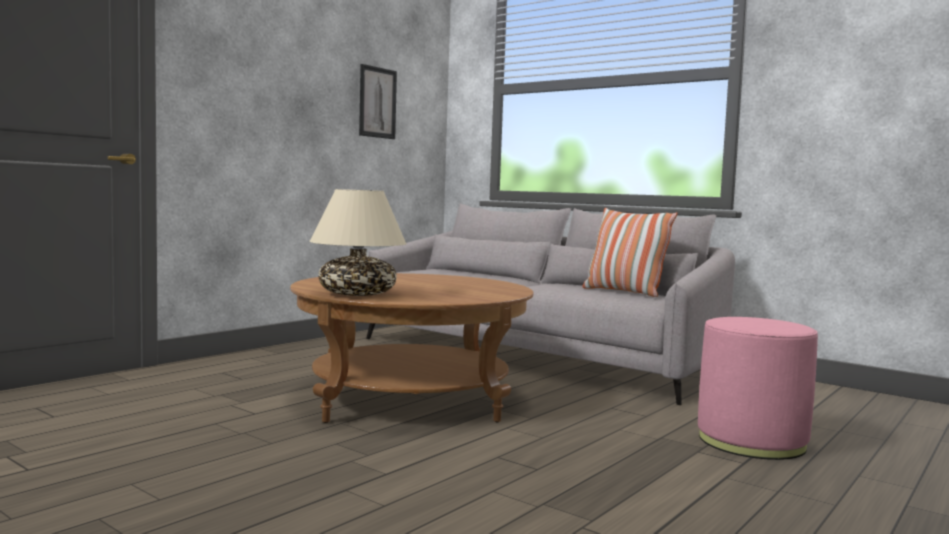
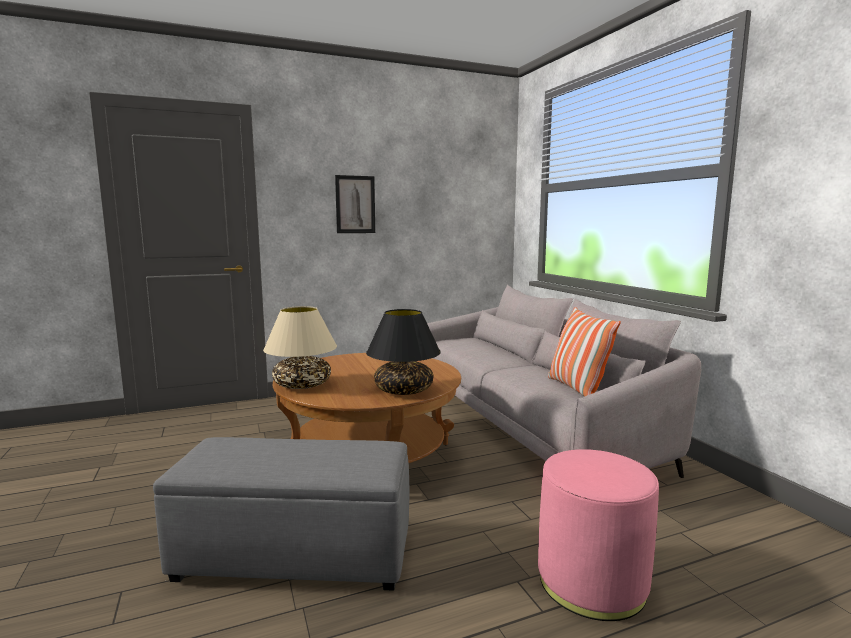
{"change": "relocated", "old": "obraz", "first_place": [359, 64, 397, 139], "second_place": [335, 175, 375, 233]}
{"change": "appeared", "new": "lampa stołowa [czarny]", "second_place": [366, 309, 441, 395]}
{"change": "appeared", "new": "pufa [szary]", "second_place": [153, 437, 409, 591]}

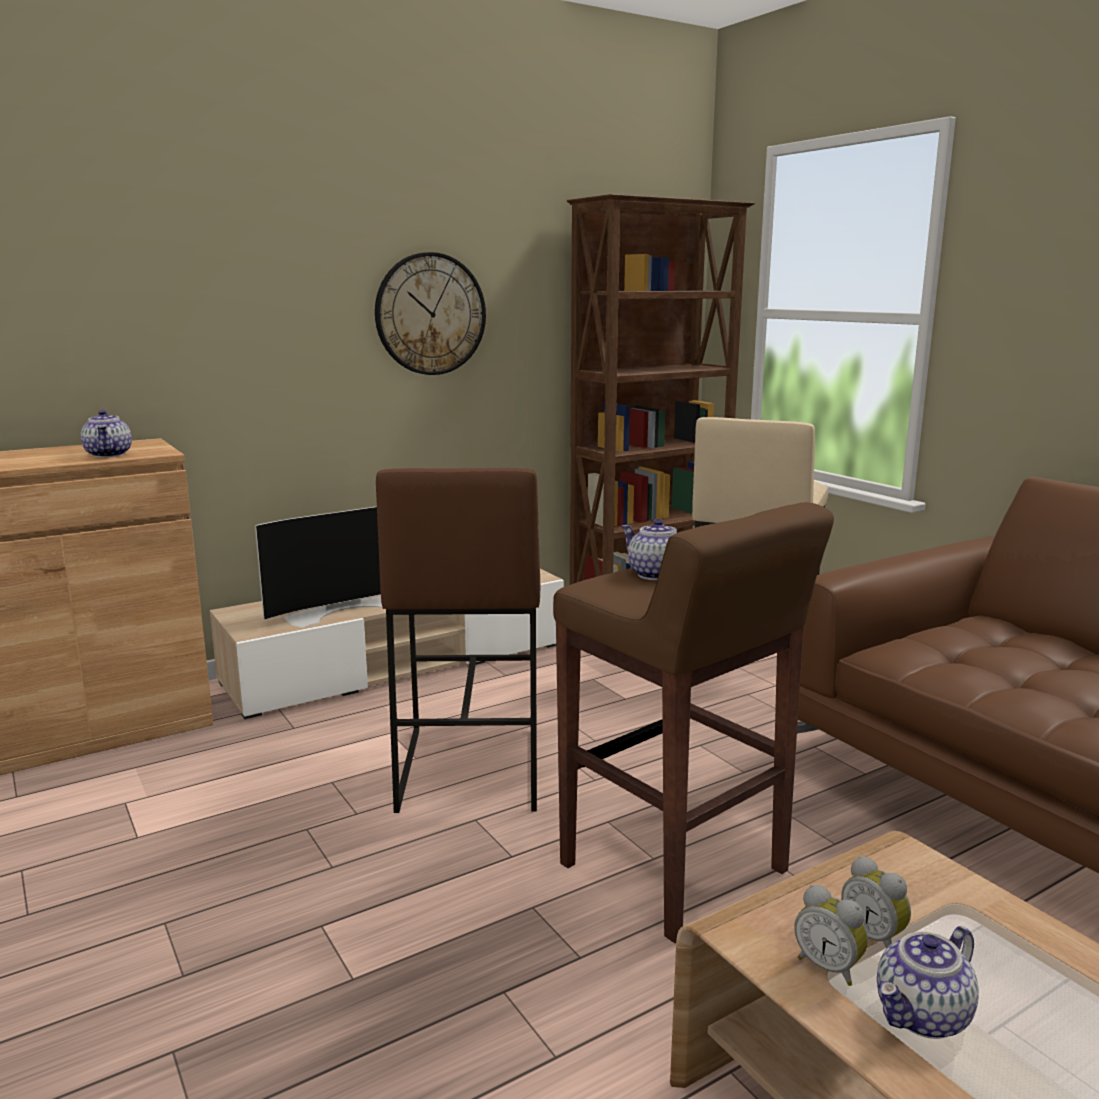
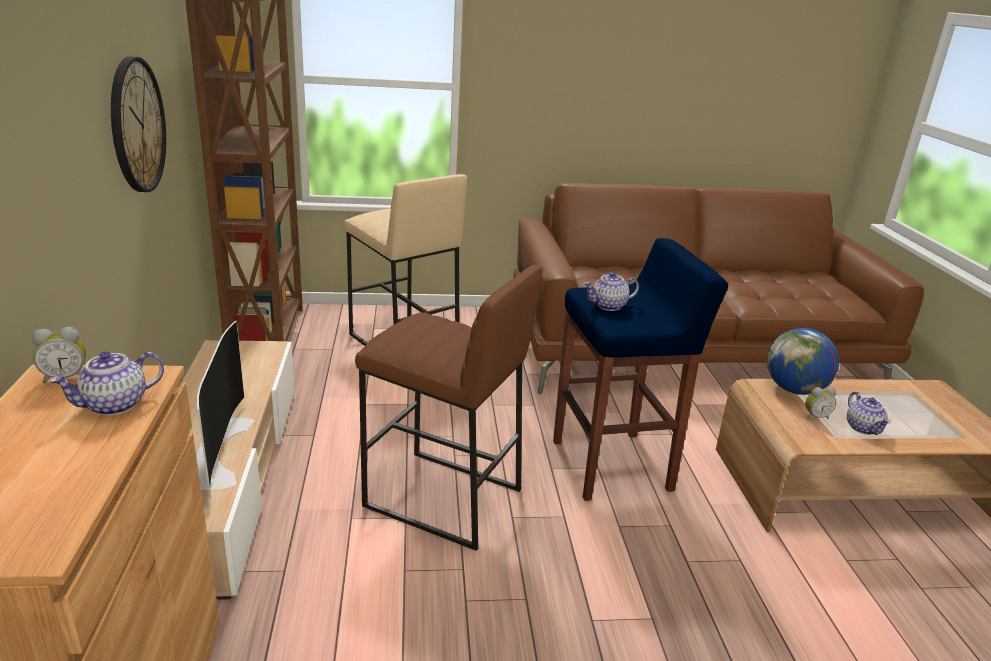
{"change": "spun", "old": "imbryk", "first_place": [81, 410, 132, 457], "second_place": [50, 351, 164, 416], "degrees": 135}
{"change": "colour", "old": "stołek [brązowy]", "new": "stołek [niebieski]", "first_place": [553, 502, 834, 943], "second_place": [553, 238, 728, 501]}
{"change": "relocated", "old": "budzik", "first_place": [794, 885, 868, 986], "second_place": [32, 327, 86, 384]}
{"change": "appeared", "new": "globus", "second_place": [767, 328, 839, 395]}

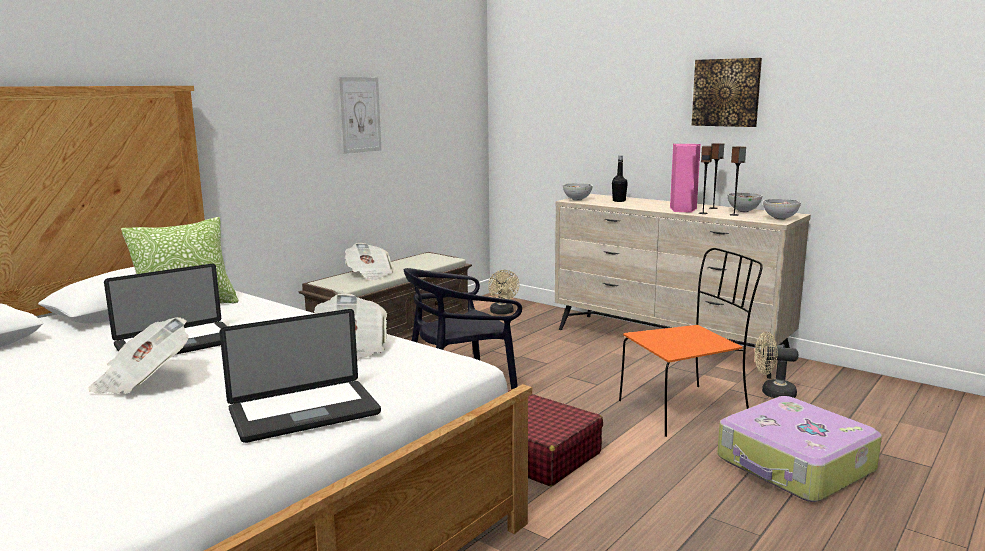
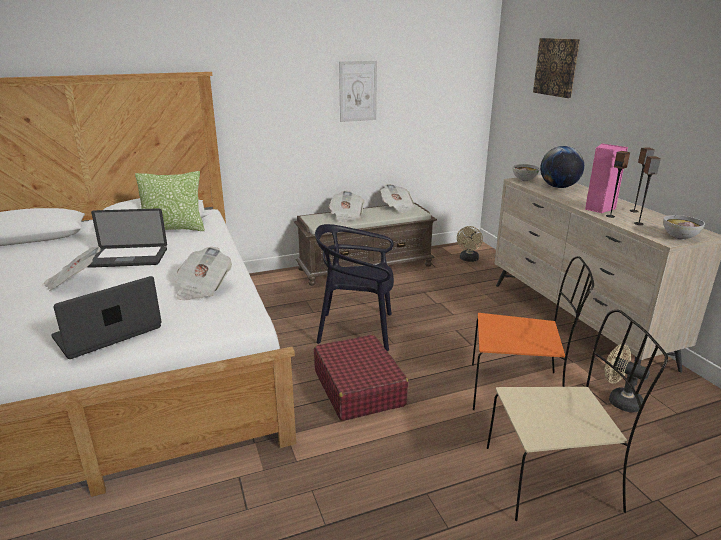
{"change": "relocated", "old": "obraz", "first_place": [692, 58, 762, 127], "second_place": [533, 38, 580, 98]}
{"change": "exchanged", "old": "butelka [czarny]", "new": "globus", "first_place": [612, 156, 628, 202], "second_place": [540, 146, 584, 188]}
{"change": "missing", "old": "miska", "first_place": [728, 193, 762, 212]}
{"change": "spun", "old": "laptop", "first_place": [220, 309, 381, 443], "second_place": [51, 276, 161, 359], "degrees": 135}
{"change": "exchanged", "old": "walizka", "new": "krzesło [beżowy]", "first_place": [717, 396, 882, 502], "second_place": [487, 310, 668, 521]}
{"change": "appeared", "new": "gazeta", "second_place": [381, 184, 415, 213]}

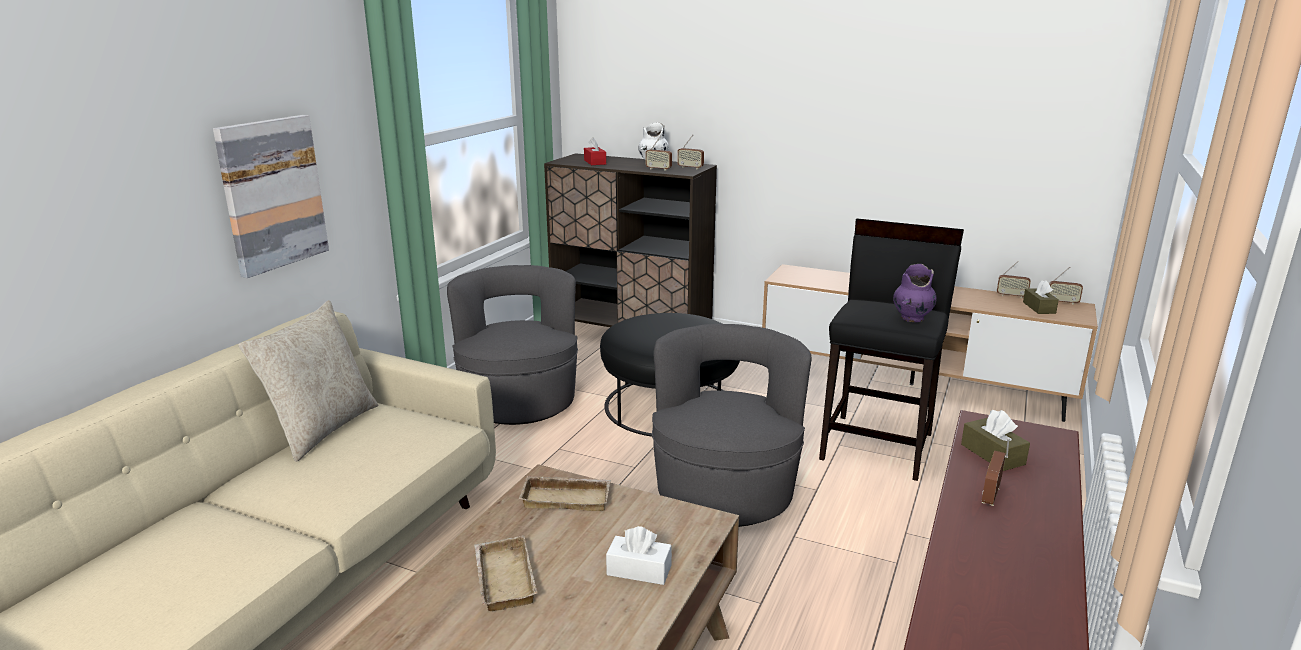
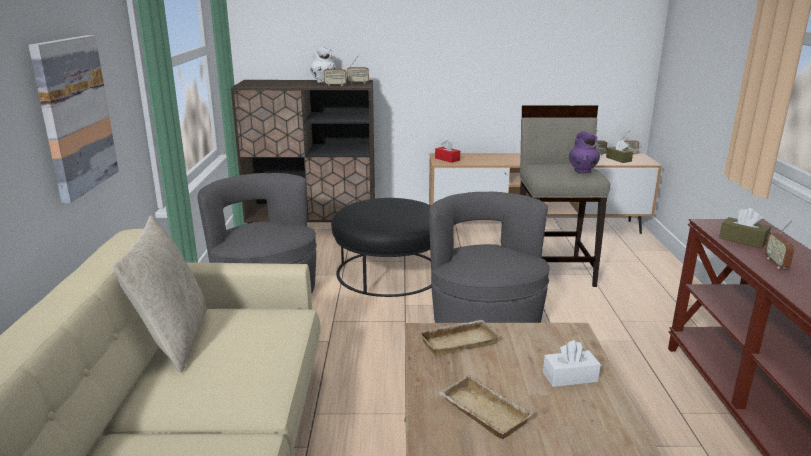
{"change": "relocated", "old": "pudełko chusteczek [czerwony]", "first_place": [584, 137, 606, 165], "second_place": [435, 140, 460, 163]}
{"change": "colour", "old": "stołek [czarny]", "new": "stołek [beżowy]", "first_place": [819, 218, 964, 481], "second_place": [520, 105, 610, 287]}

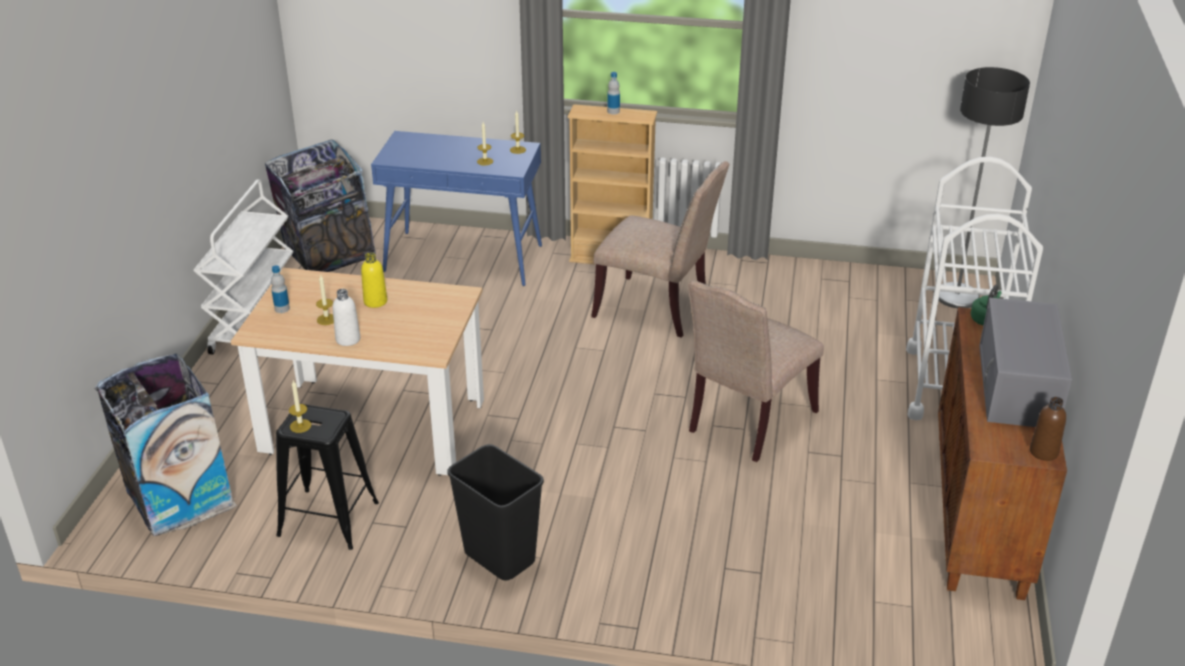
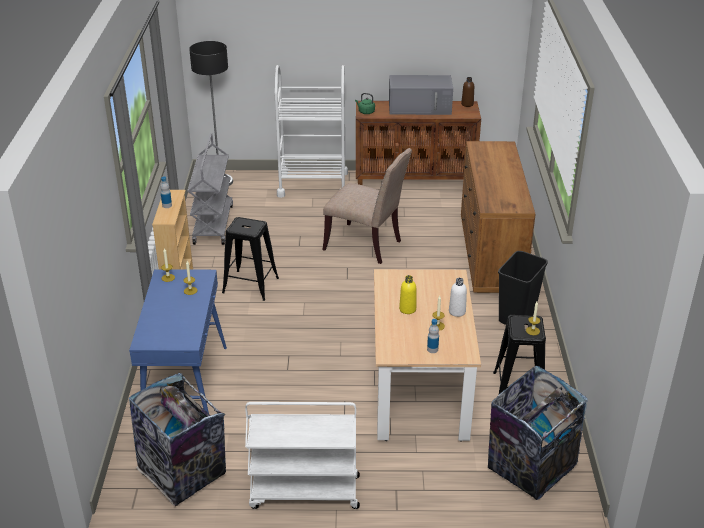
{"change": "exchanged", "old": "krzesło [beżowy]", "new": "stołek [czarny]", "first_place": [591, 161, 729, 338], "second_place": [222, 217, 279, 301]}
{"change": "appeared", "new": "wózek [szary]", "second_place": [187, 133, 233, 245]}
{"change": "appeared", "new": "komoda [brązowy]", "second_place": [461, 141, 536, 293]}

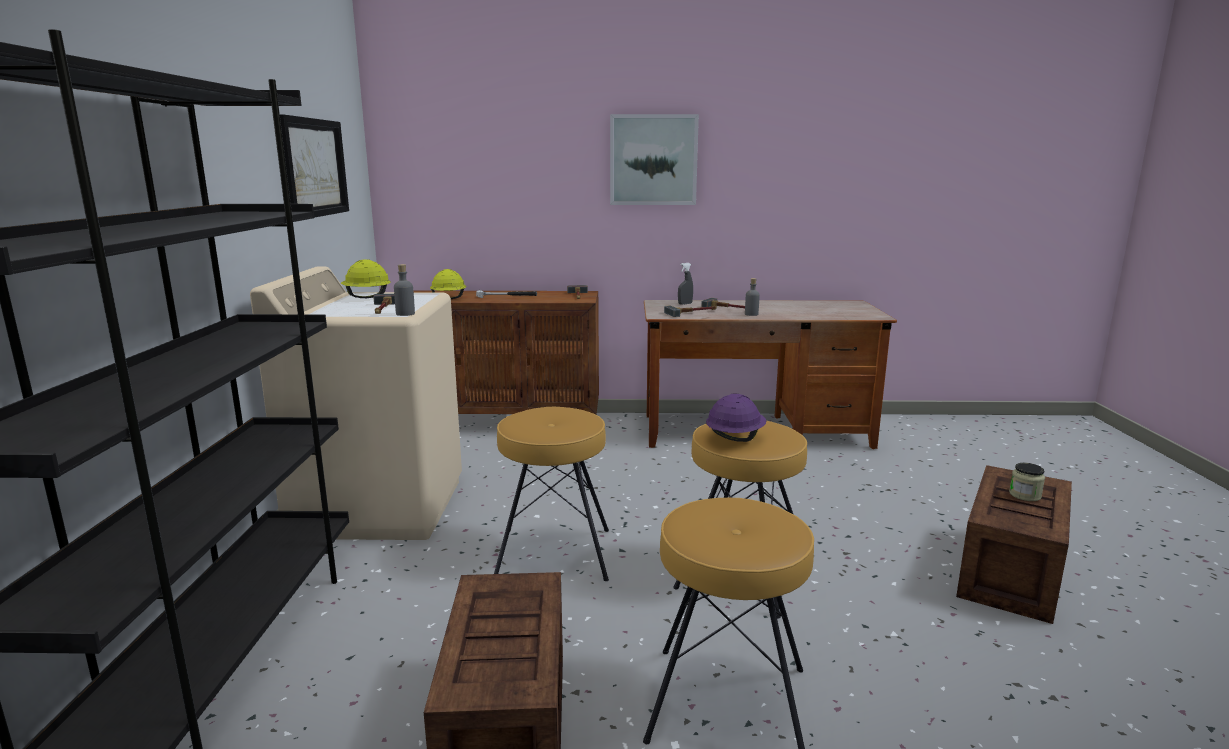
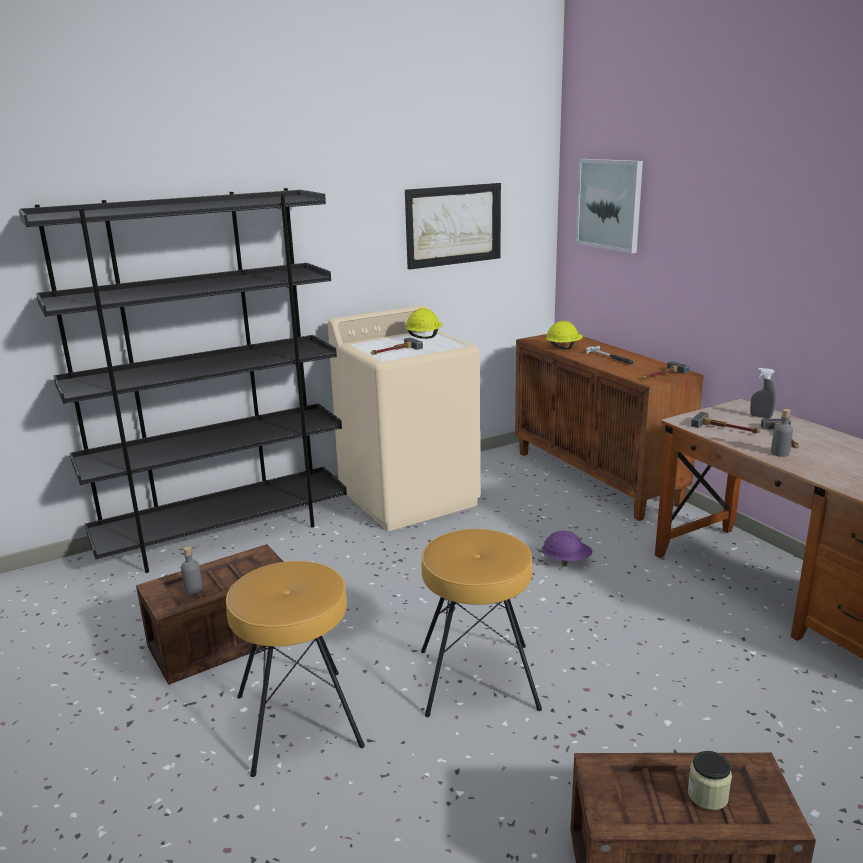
{"change": "relocated", "old": "obraz", "first_place": [610, 114, 699, 205], "second_place": [575, 159, 643, 253]}
{"change": "relocated", "old": "butelka [szary]", "first_place": [394, 264, 415, 316], "second_place": [181, 546, 203, 594]}
{"change": "relocated", "old": "kask [fioletowy]", "first_place": [706, 394, 766, 442], "second_place": [541, 531, 592, 567]}
{"change": "missing", "old": "stołek [brązowy]", "first_place": [494, 407, 609, 581]}

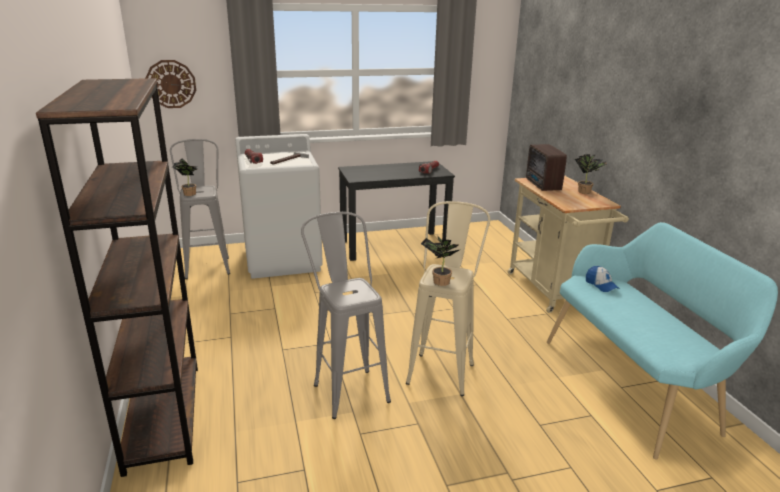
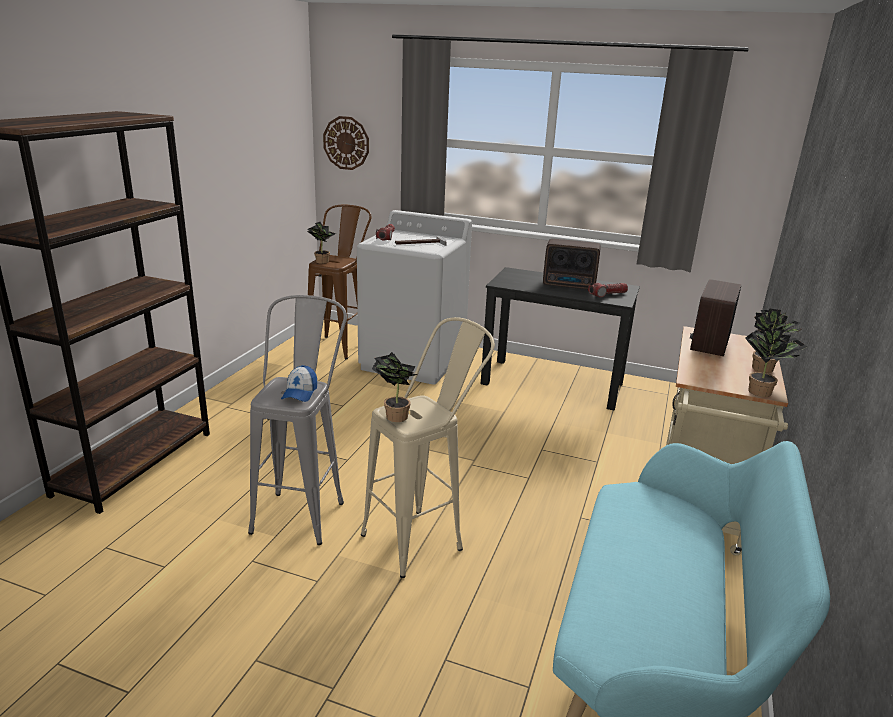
{"change": "colour", "old": "stołek [szary]", "new": "stołek [brązowy]", "first_place": [170, 139, 230, 279], "second_place": [308, 205, 371, 359]}
{"change": "relocated", "old": "czapka z daszkiem", "first_place": [586, 266, 619, 292], "second_place": [281, 365, 317, 402]}
{"change": "appeared", "new": "radio", "second_place": [543, 239, 601, 290]}
{"change": "appeared", "new": "roślina doniczkowa", "second_place": [745, 328, 807, 397]}

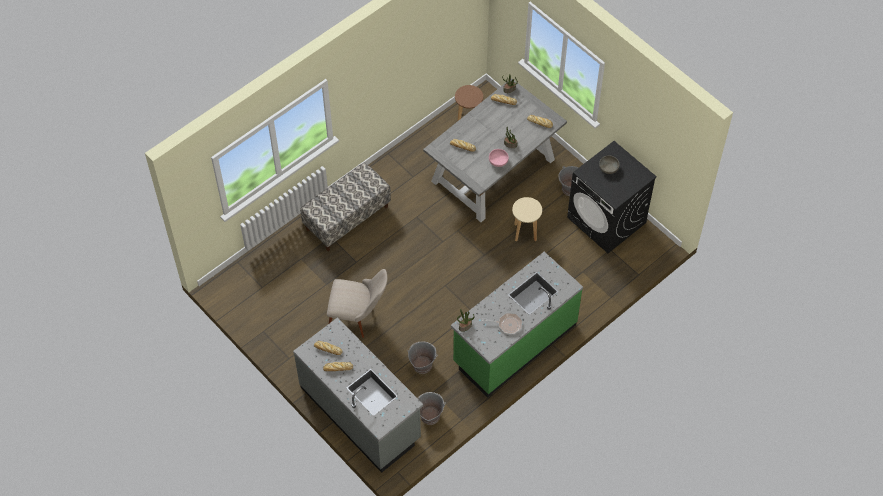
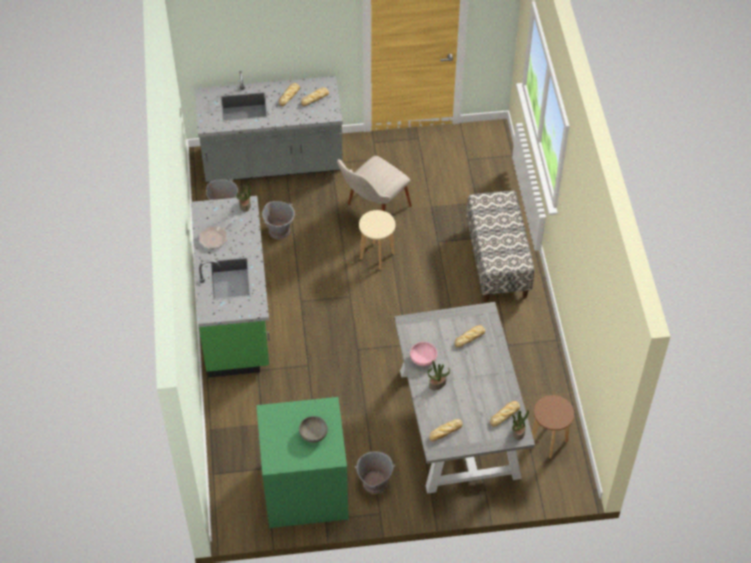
{"change": "colour", "old": "pralka [czarny]", "new": "pralka [zielony]", "first_place": [567, 141, 657, 253], "second_place": [256, 397, 349, 528]}
{"change": "relocated", "old": "stołek [beżowy]", "first_place": [512, 197, 542, 241], "second_place": [359, 210, 396, 270]}

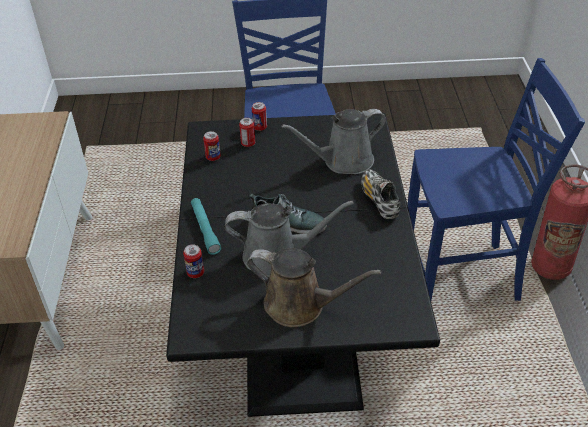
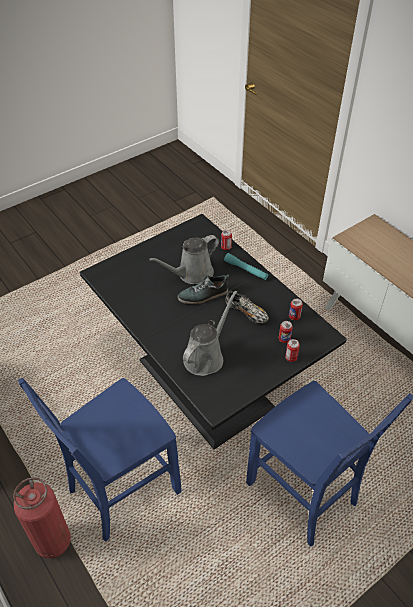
{"change": "relocated", "old": "but", "first_place": [361, 169, 400, 219], "second_place": [226, 291, 269, 324]}
{"change": "missing", "old": "konewka [brązowy]", "first_place": [247, 248, 382, 327]}

